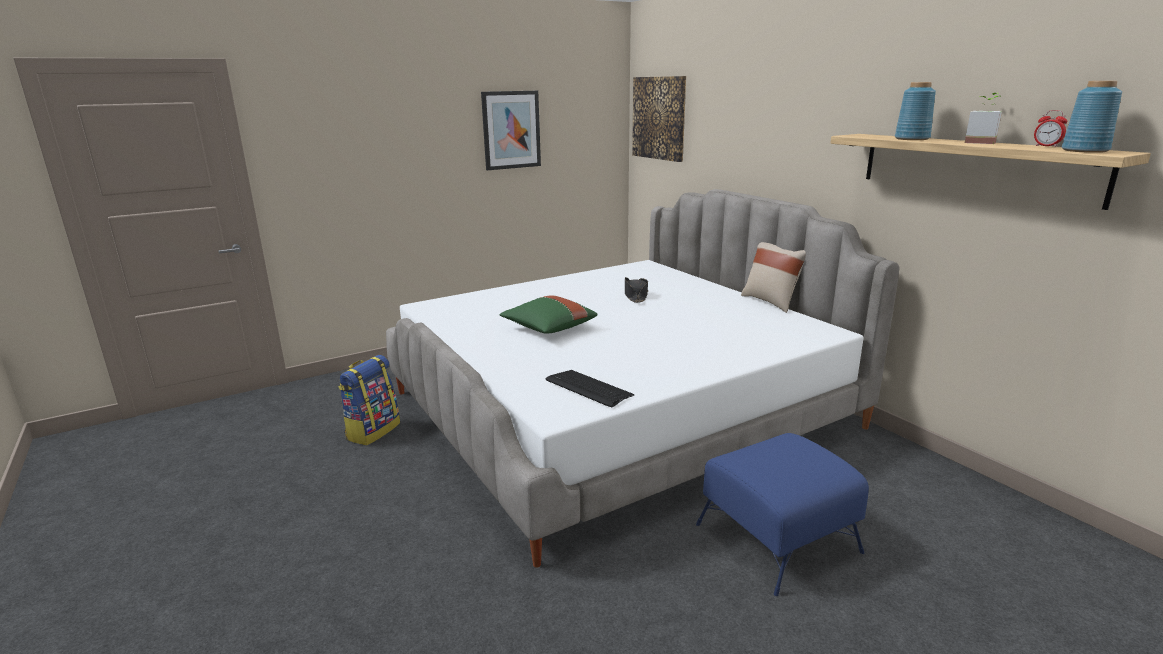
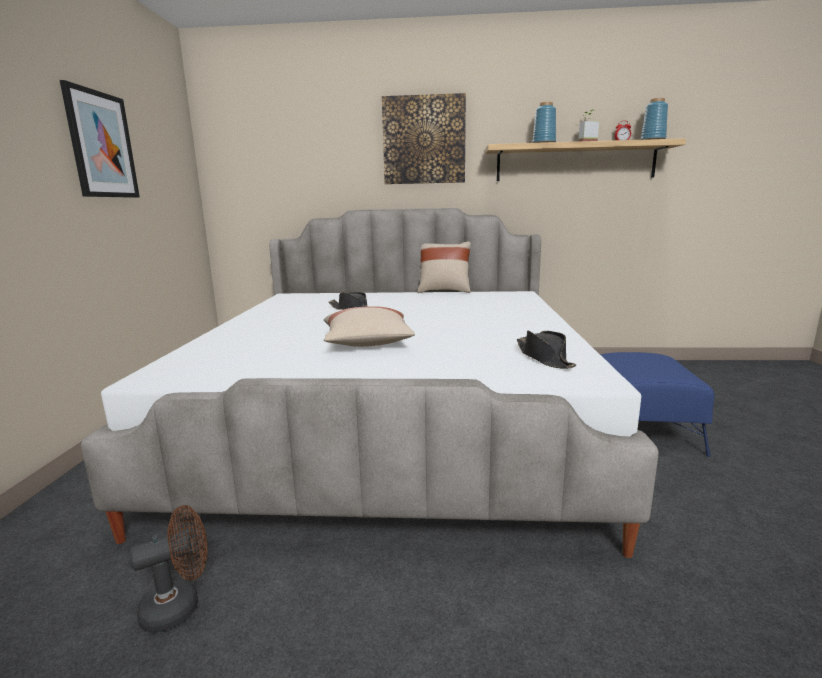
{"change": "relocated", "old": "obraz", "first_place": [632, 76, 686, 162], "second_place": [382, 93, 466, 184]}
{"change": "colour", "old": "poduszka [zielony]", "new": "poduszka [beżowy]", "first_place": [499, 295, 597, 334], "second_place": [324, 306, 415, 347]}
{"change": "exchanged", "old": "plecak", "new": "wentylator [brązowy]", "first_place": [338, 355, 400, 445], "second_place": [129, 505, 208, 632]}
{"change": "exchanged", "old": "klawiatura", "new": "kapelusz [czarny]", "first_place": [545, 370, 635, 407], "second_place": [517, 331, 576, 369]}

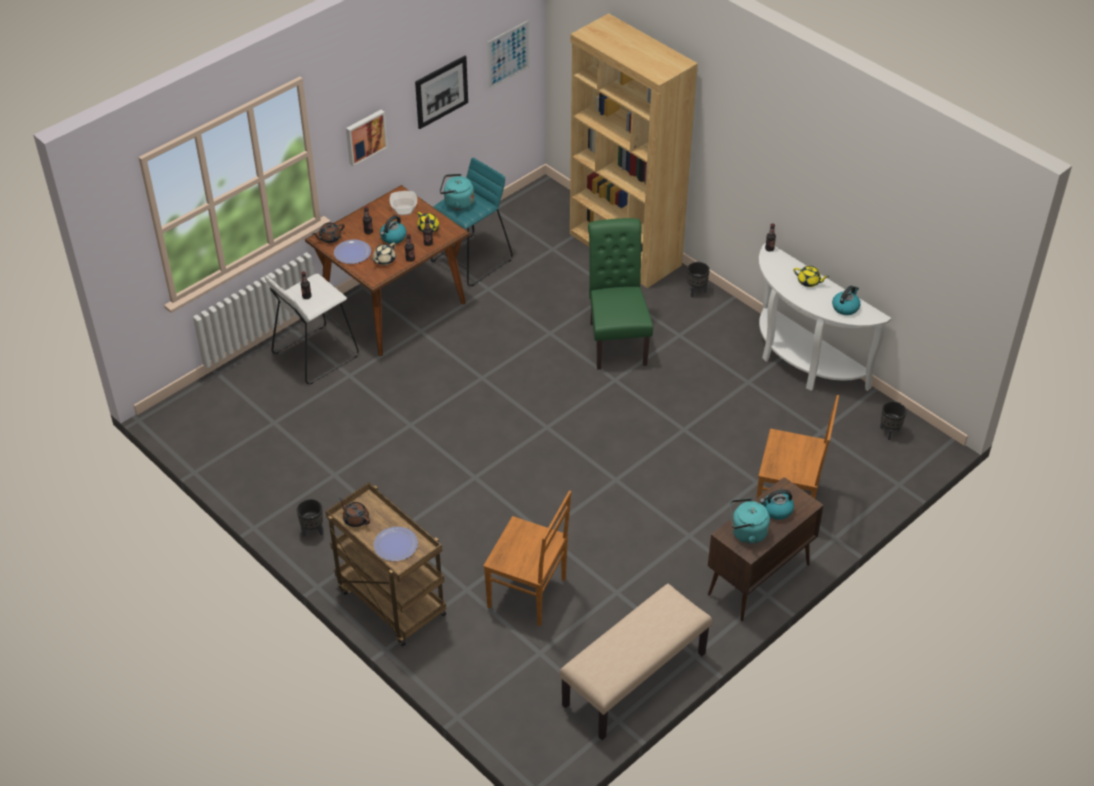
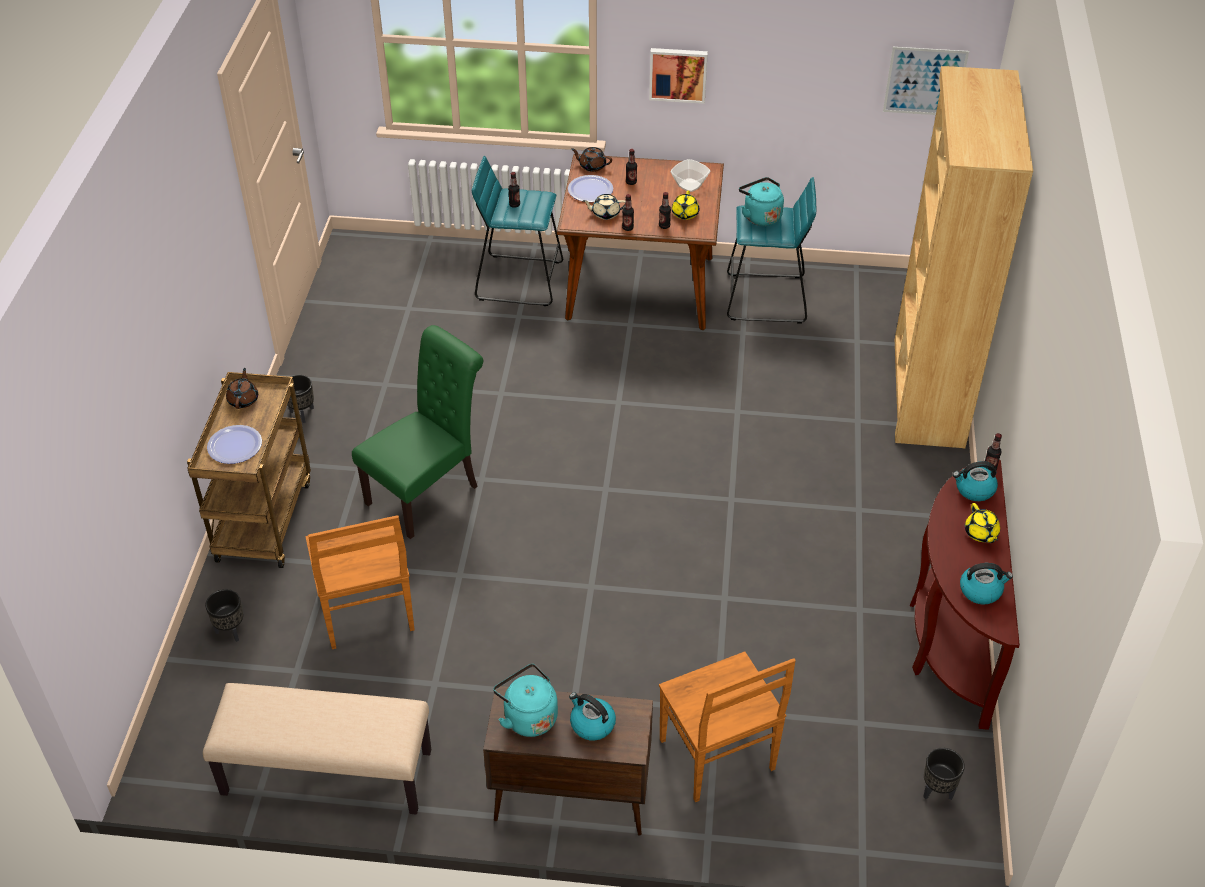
{"change": "missing", "old": "obraz", "first_place": [415, 56, 468, 129]}
{"change": "relocated", "old": "czajnik", "first_place": [380, 215, 407, 244], "second_place": [953, 461, 998, 501]}
{"change": "relocated", "old": "krzesło [zielony]", "first_place": [588, 218, 653, 370], "second_place": [352, 325, 483, 539]}
{"change": "colour", "old": "stolik konsolowy [biały]", "new": "stolik konsolowy [brązowy]", "first_place": [759, 243, 892, 391], "second_place": [910, 460, 1020, 730]}
{"change": "relocated", "old": "donica [czarny]", "first_place": [687, 262, 710, 297], "second_place": [205, 589, 243, 642]}
{"change": "colour", "old": "stołek [biały]", "new": "stołek [turkusowy]", "first_place": [265, 273, 359, 385], "second_place": [472, 156, 563, 306]}

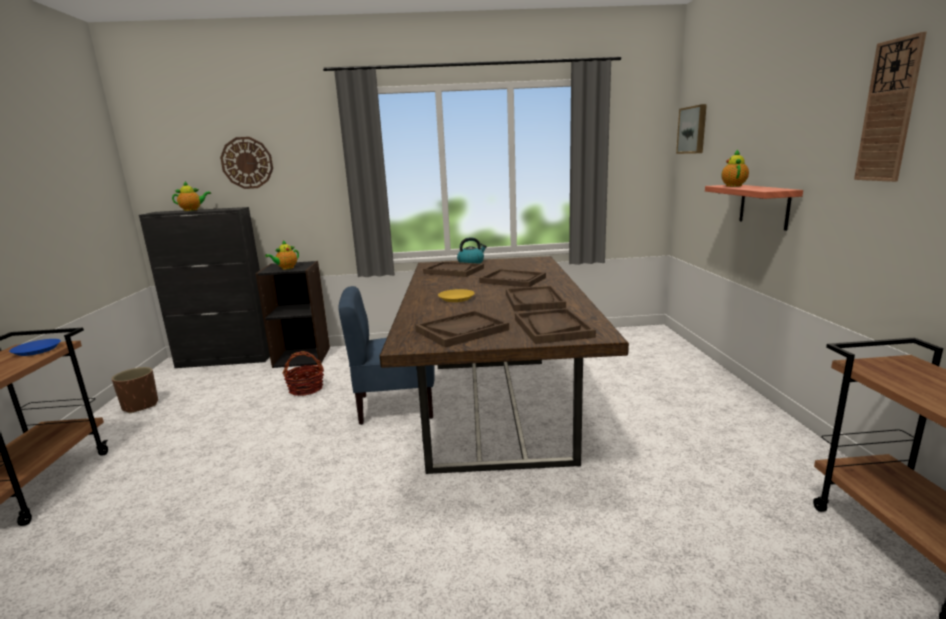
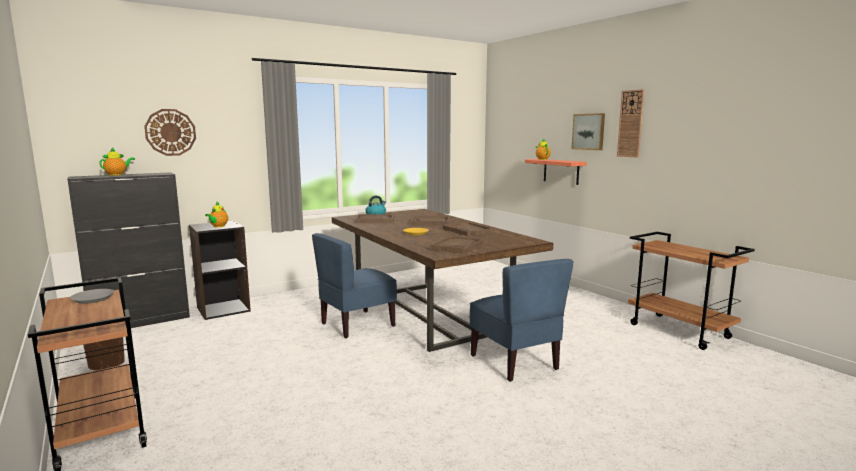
{"change": "relocated", "old": "obraz", "first_place": [676, 104, 707, 154], "second_place": [571, 113, 605, 150]}
{"change": "missing", "old": "taca [brązowy]", "first_place": [515, 308, 596, 344]}
{"change": "colour", "old": "talerz [niebieski]", "new": "talerz [szary]", "first_place": [9, 339, 61, 356], "second_place": [70, 289, 114, 304]}
{"change": "missing", "old": "koszyk", "first_place": [282, 351, 324, 396]}
{"change": "appeared", "new": "krzesło [niebieski]", "second_place": [470, 259, 574, 382]}

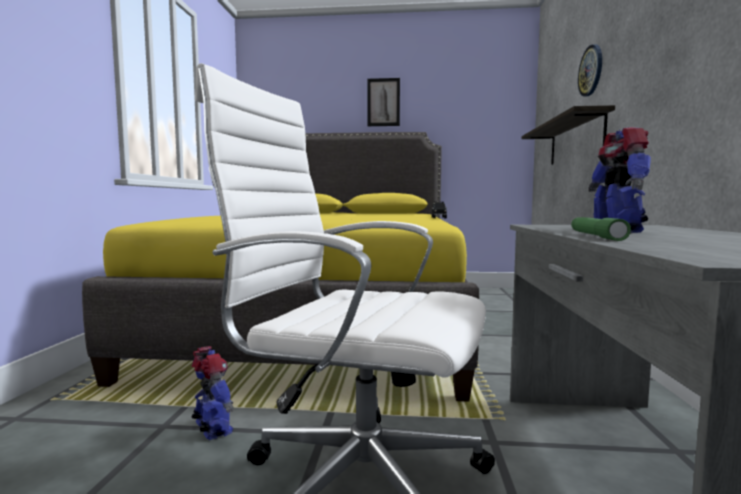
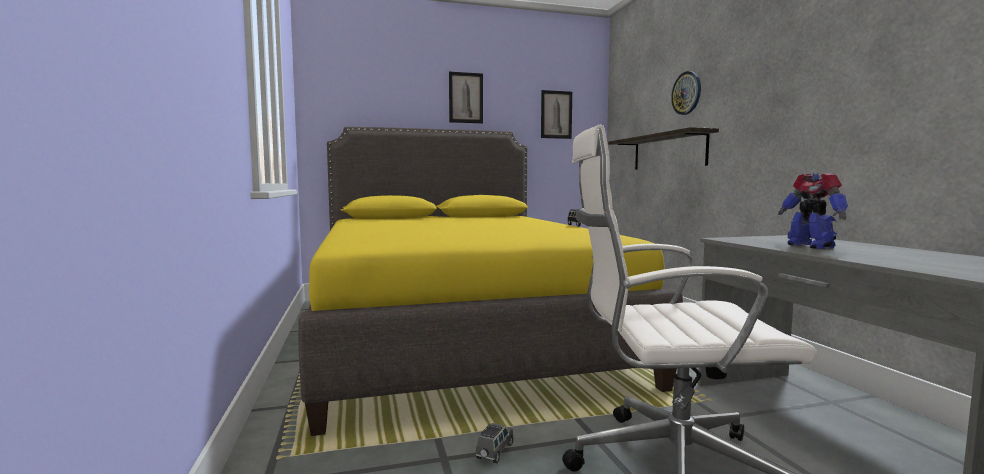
{"change": "missing", "old": "latarka [zielony]", "first_place": [571, 217, 631, 241]}
{"change": "exchanged", "old": "robot zabawkowy", "new": "samochodzik [szary]", "first_place": [191, 346, 233, 440], "second_place": [476, 423, 514, 463]}
{"change": "appeared", "new": "obraz", "second_place": [541, 90, 572, 139]}

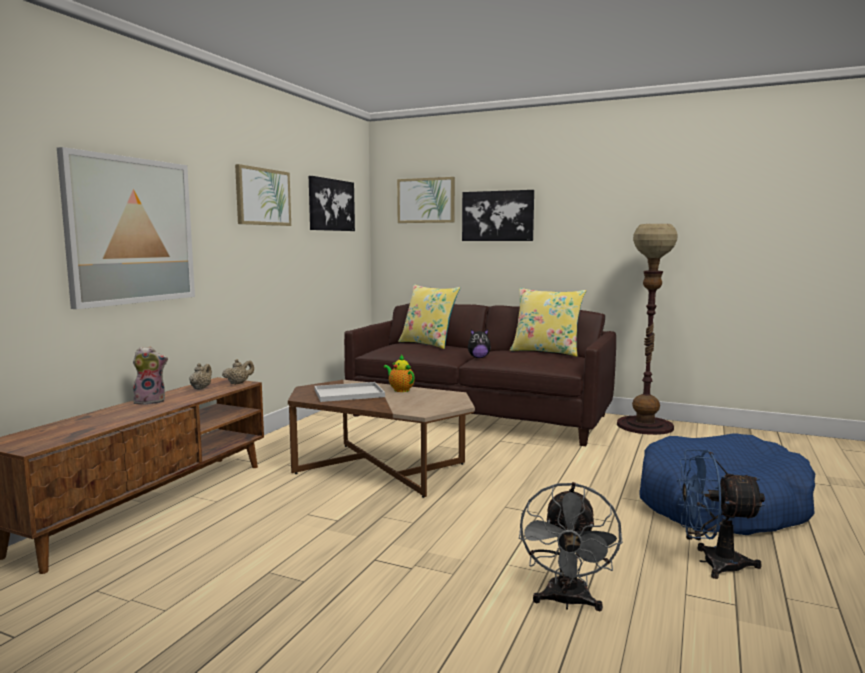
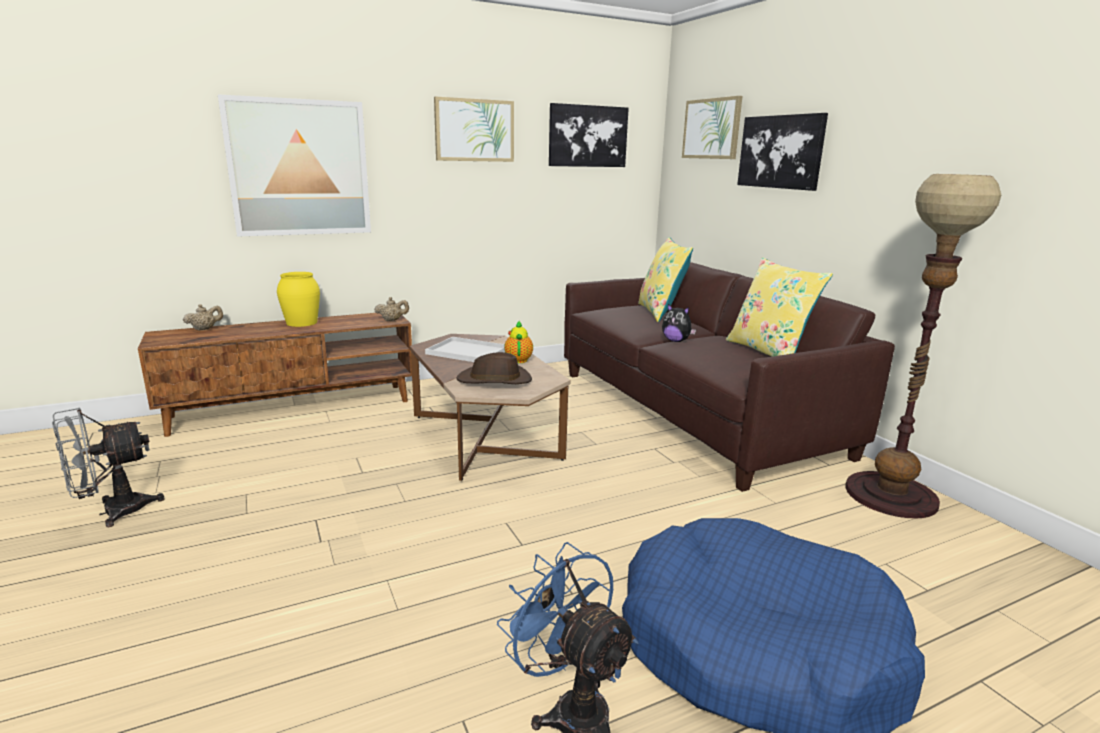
{"change": "exchanged", "old": "pluszak", "new": "wazon [żółty]", "first_place": [132, 347, 168, 405], "second_place": [277, 272, 320, 327]}
{"change": "relocated", "old": "imbryk [beżowy]", "first_place": [190, 363, 212, 390], "second_place": [183, 304, 223, 331]}
{"change": "relocated", "old": "wentylator [szary]", "first_place": [519, 482, 623, 611], "second_place": [52, 408, 164, 527]}
{"change": "appeared", "new": "kapelusz [brązowy]", "second_place": [456, 352, 532, 384]}

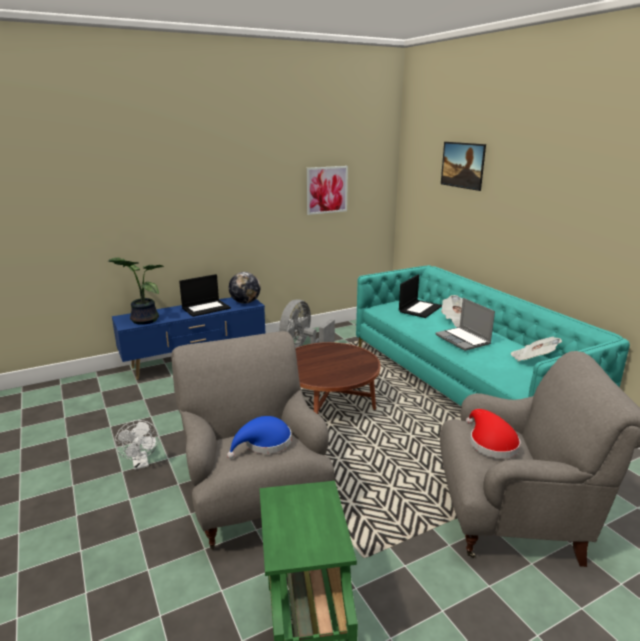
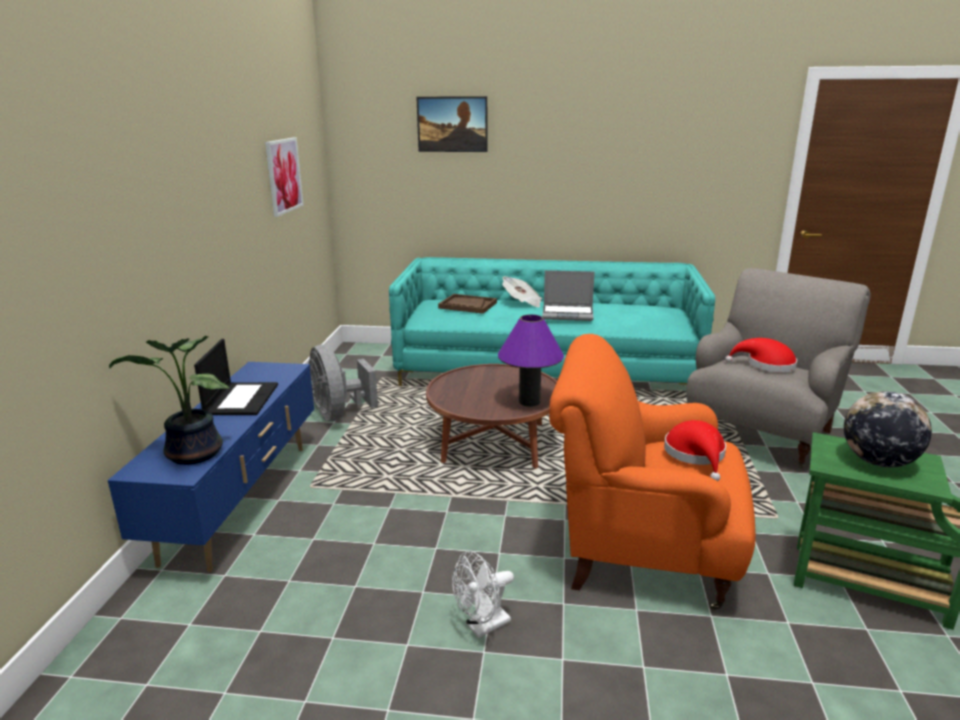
{"change": "relocated", "old": "globus", "first_place": [229, 272, 260, 304], "second_place": [844, 391, 932, 467]}
{"change": "exchanged", "old": "laptop", "new": "taca [brązowy]", "first_place": [399, 275, 442, 318], "second_place": [438, 294, 497, 314]}
{"change": "colour", "old": "fotel [szary]", "new": "fotel [pomarańczowy]", "first_place": [171, 331, 334, 550], "second_place": [549, 334, 756, 610]}
{"change": "missing", "old": "gazeta", "first_place": [510, 337, 562, 361]}
{"change": "colour", "old": "kapelusz [niebieski]", "new": "kapelusz [czerwony]", "first_place": [227, 416, 292, 459], "second_place": [664, 420, 726, 481]}
{"change": "spun", "old": "wentylator [biały]", "first_place": [115, 420, 159, 470], "second_place": [452, 551, 514, 638], "degrees": 135}
{"change": "appeared", "new": "lampa stołowa [fioletowy]", "second_place": [498, 314, 564, 407]}

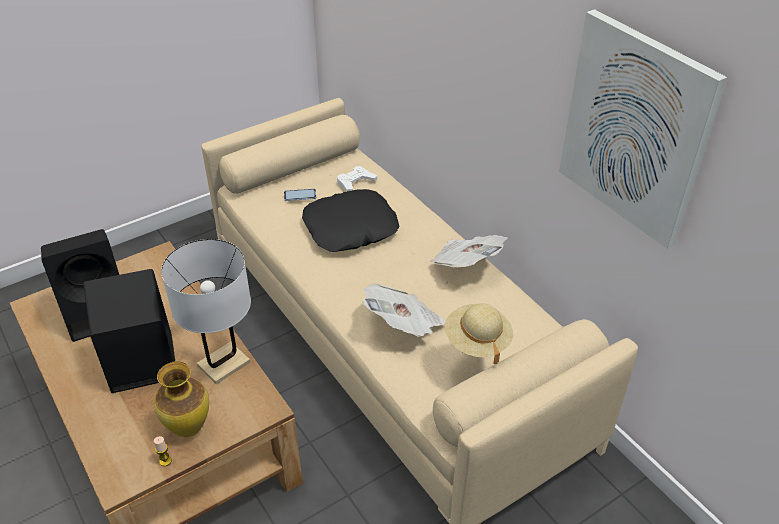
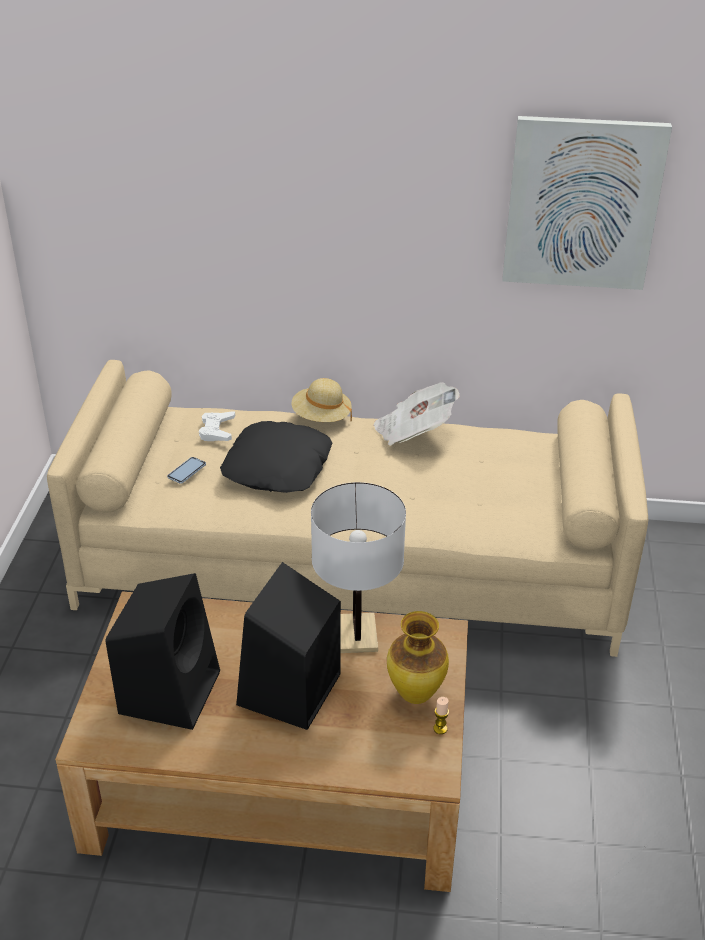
{"change": "missing", "old": "gazeta", "first_place": [362, 284, 445, 337]}
{"change": "relocated", "old": "kapelusz [beżowy]", "first_place": [445, 303, 513, 364], "second_place": [291, 378, 352, 422]}

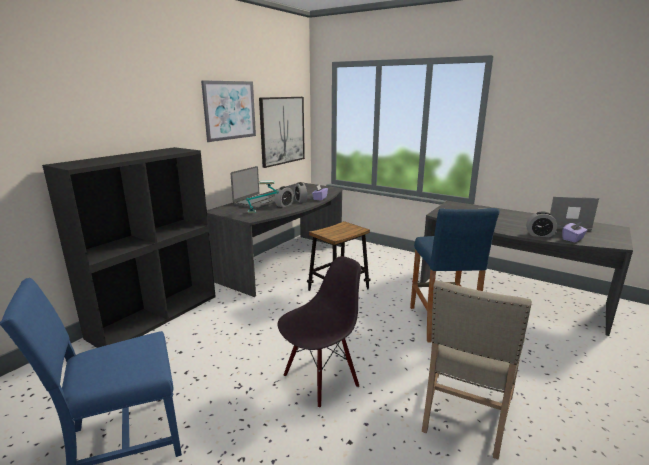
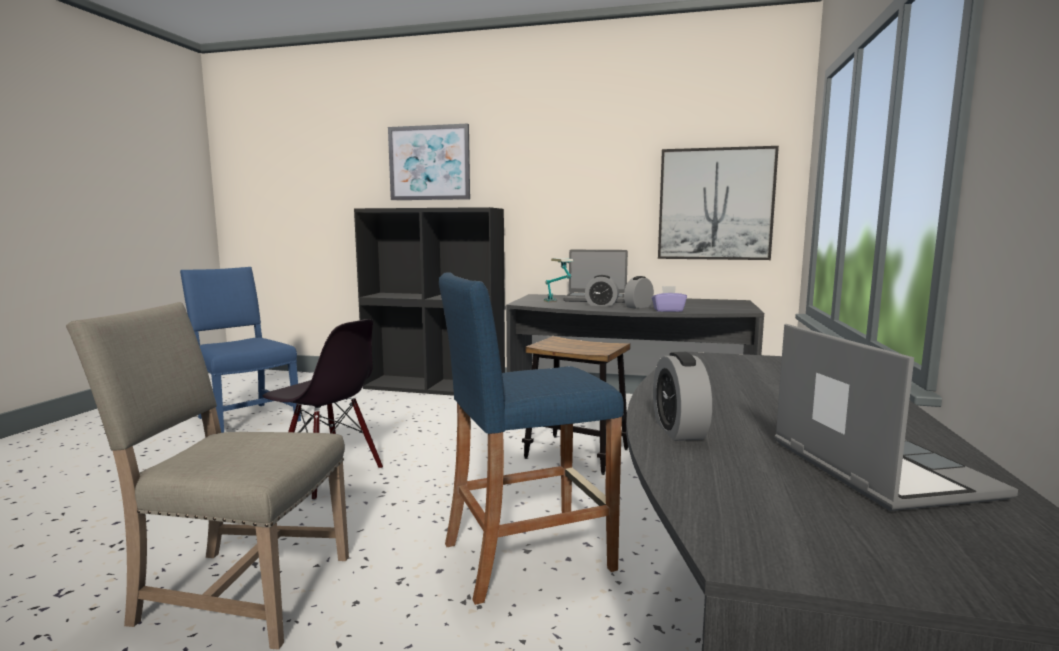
{"change": "relocated", "old": "obraz", "first_place": [201, 80, 256, 142], "second_place": [388, 124, 470, 200]}
{"change": "missing", "old": "pudełko chusteczek [fioletowy]", "first_place": [562, 222, 587, 242]}

